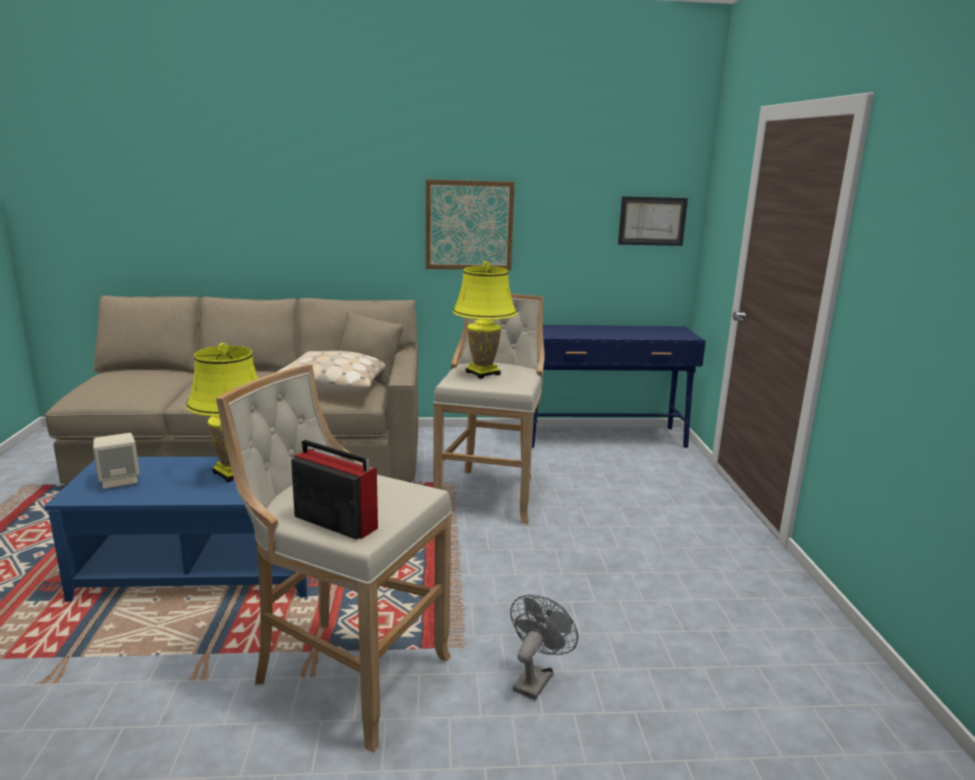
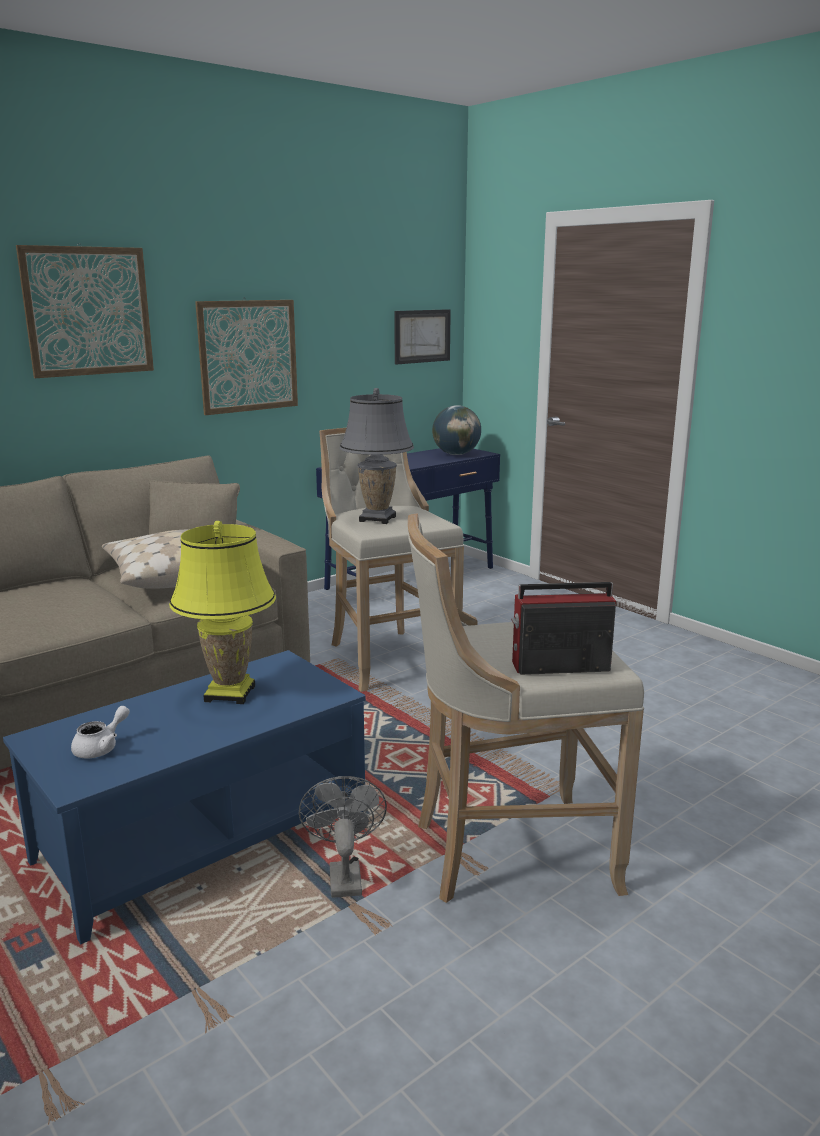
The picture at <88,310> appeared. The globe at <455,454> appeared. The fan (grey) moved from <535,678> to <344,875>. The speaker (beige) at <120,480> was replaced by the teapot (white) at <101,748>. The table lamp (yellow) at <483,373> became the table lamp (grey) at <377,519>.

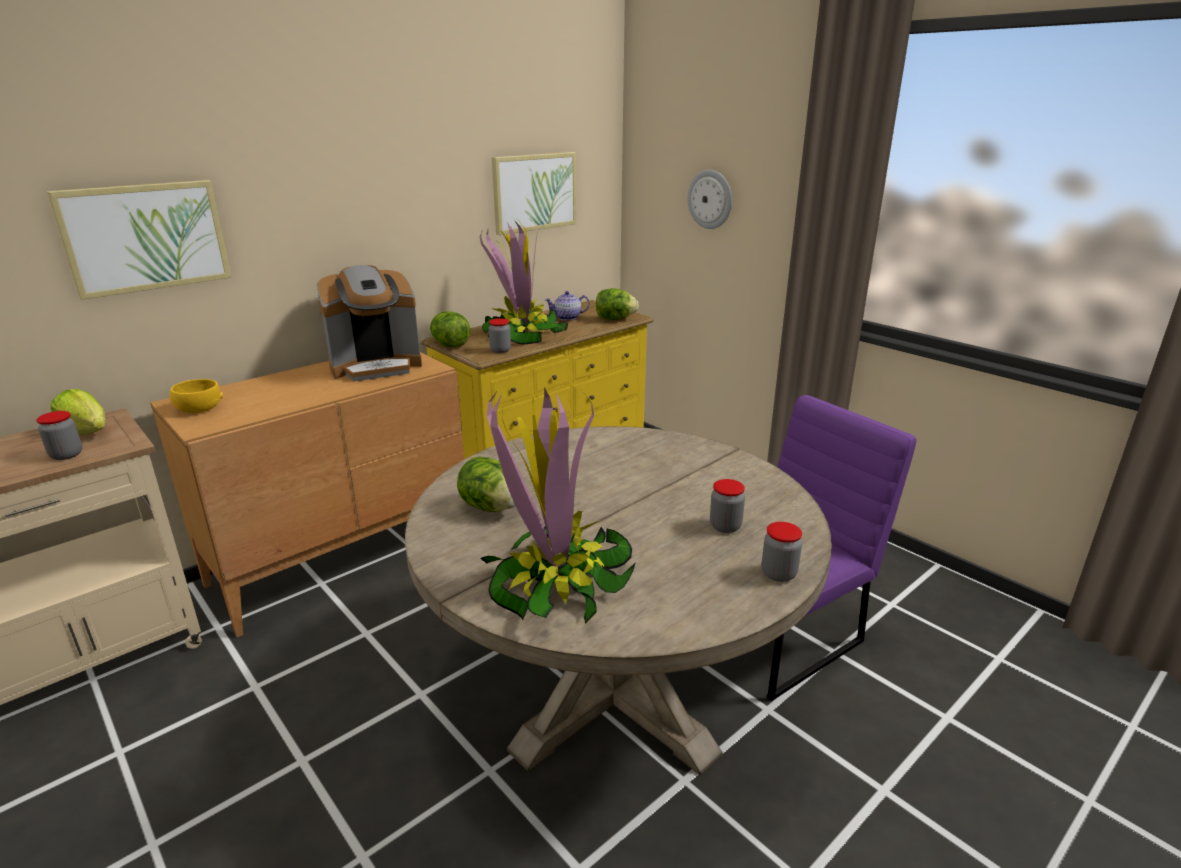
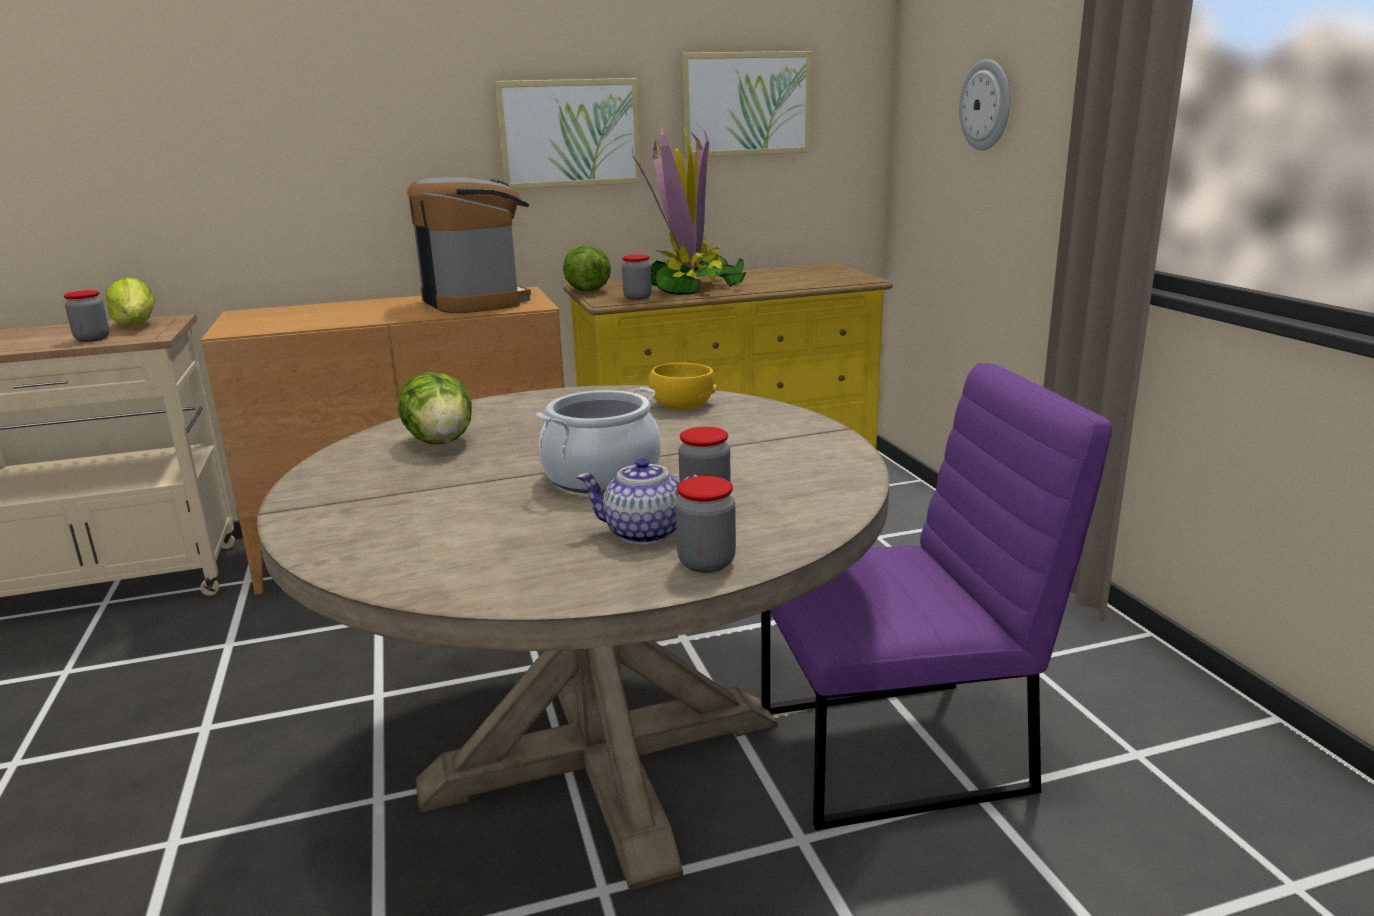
The potted plant at <556,581> disappeared. The lettuce at <615,319> disappeared. The cooking pot at <601,476> appeared. The picture moved from <145,237> to <569,133>. The bowl (yellow) moved from <199,409> to <682,405>. The teapot moved from <567,318> to <646,533>. The coffee machine at <376,366> turned 120 degrees counterclockwise.

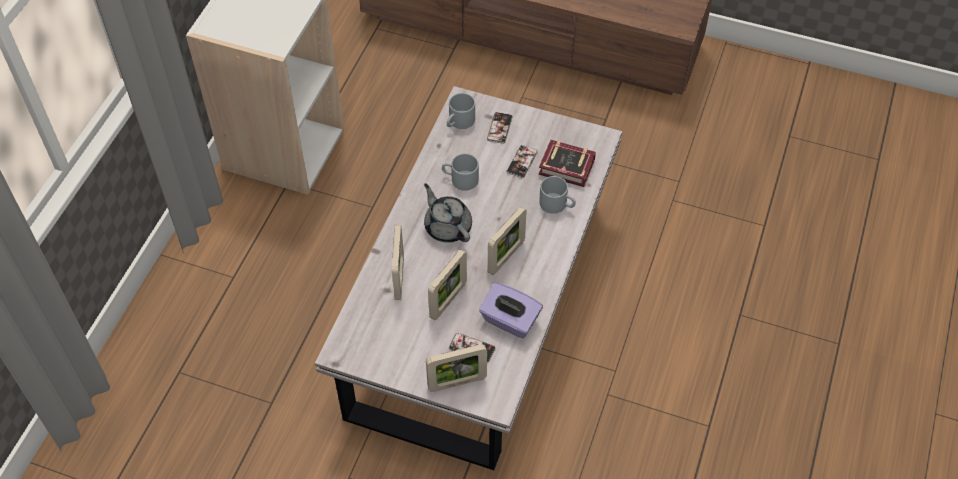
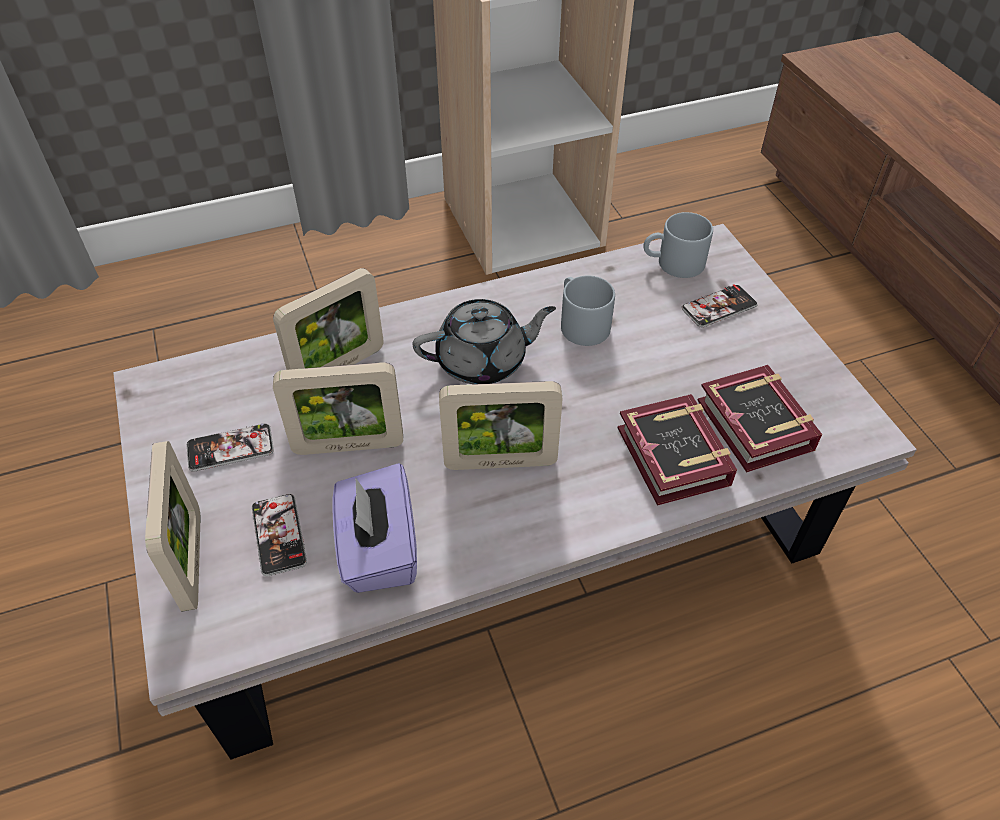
The phone moved from <522,162> to <230,448>. The mug (grey) at <557,204> was replaced by the book at <672,461>. The teapot (grey) at <447,226> turned 60 degrees clockwise. The picture frame at <457,383> turned 135 degrees counterclockwise.

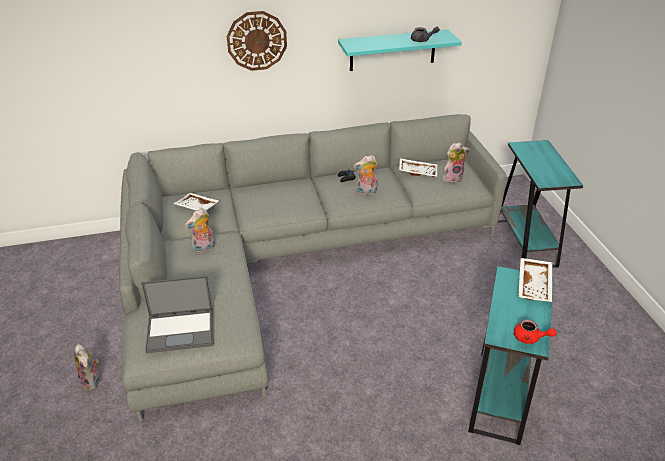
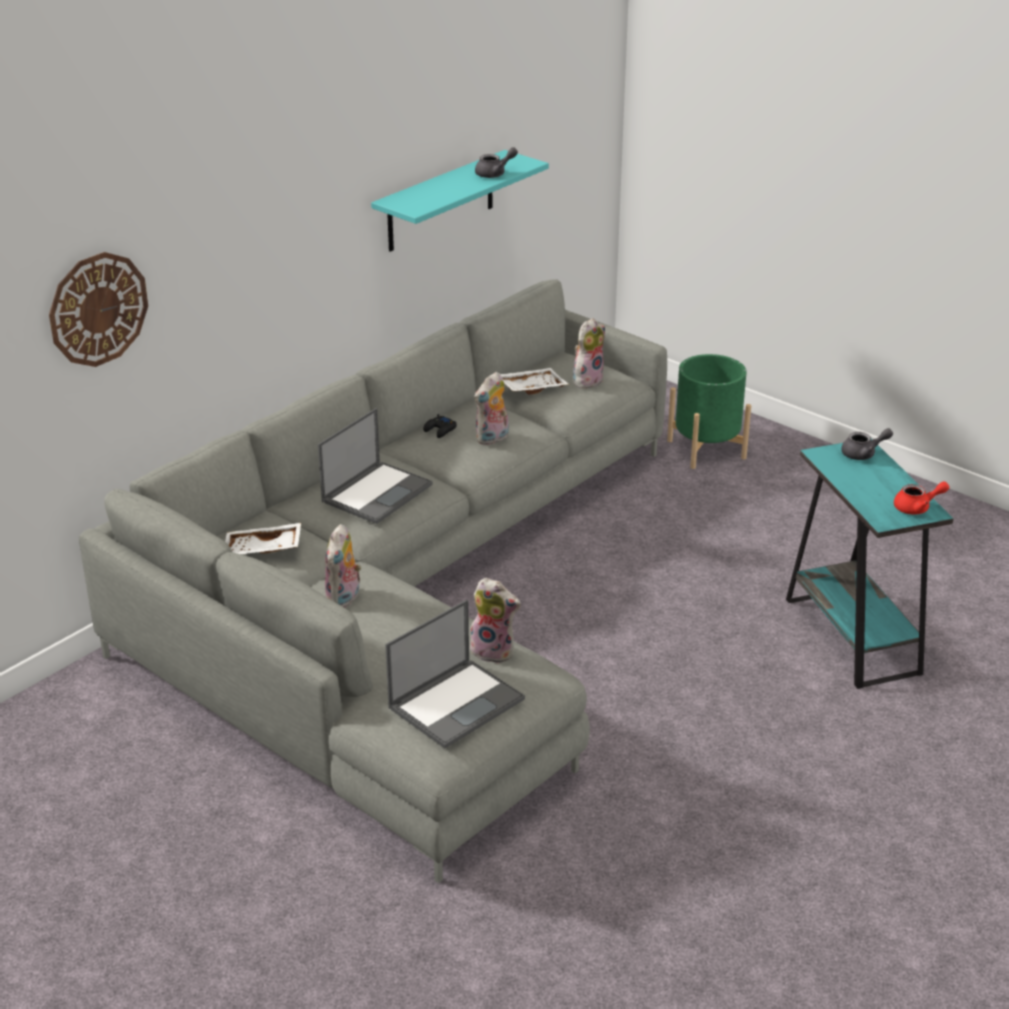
The laptop at <377,492> appeared. The plush toy moved from <92,382> to <494,651>. The wall clock moved from <257,41> to <98,309>. The side table (turquoise) at <525,243> was replaced by the planter (green) at <706,449>. The tray (white) at <535,285> was replaced by the teapot (grey) at <863,454>.

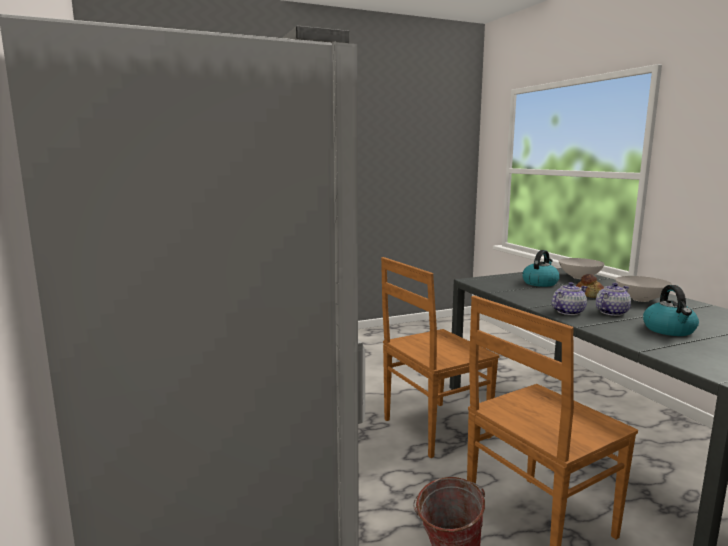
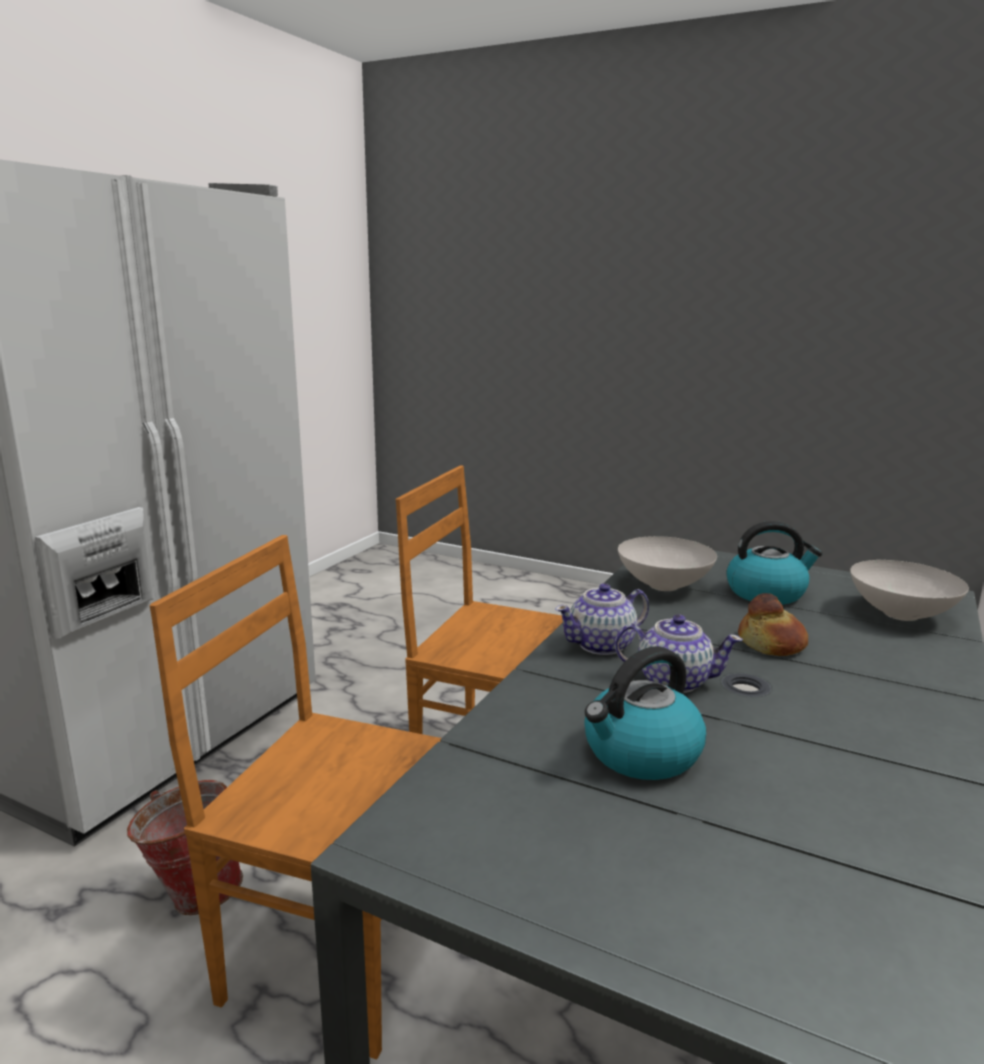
The bowl (white) moved from <640,300> to <662,586>. The teapot at <567,312> turned 135 degrees clockwise.

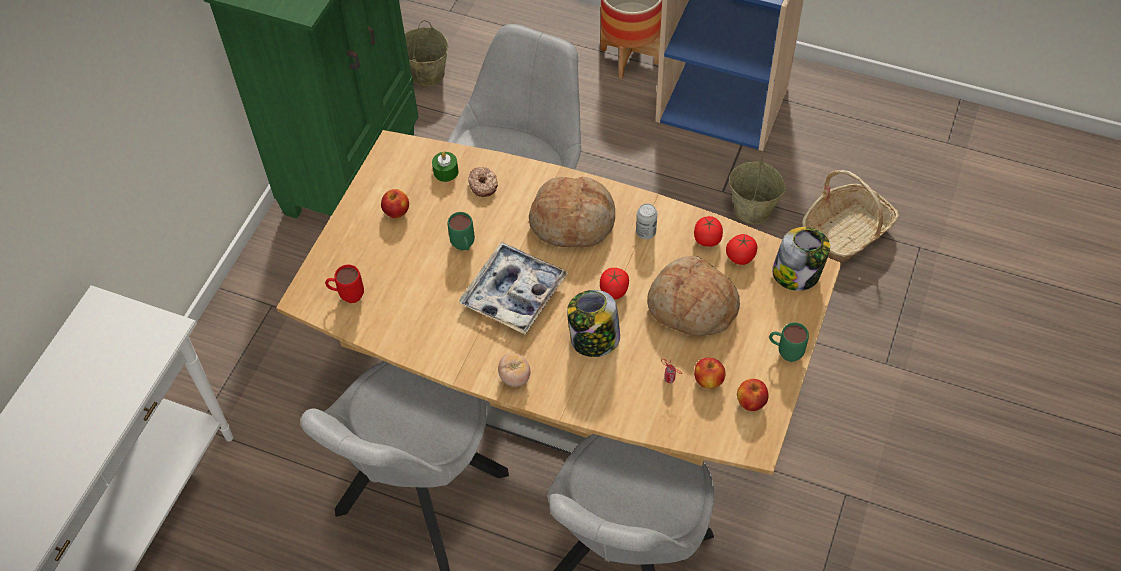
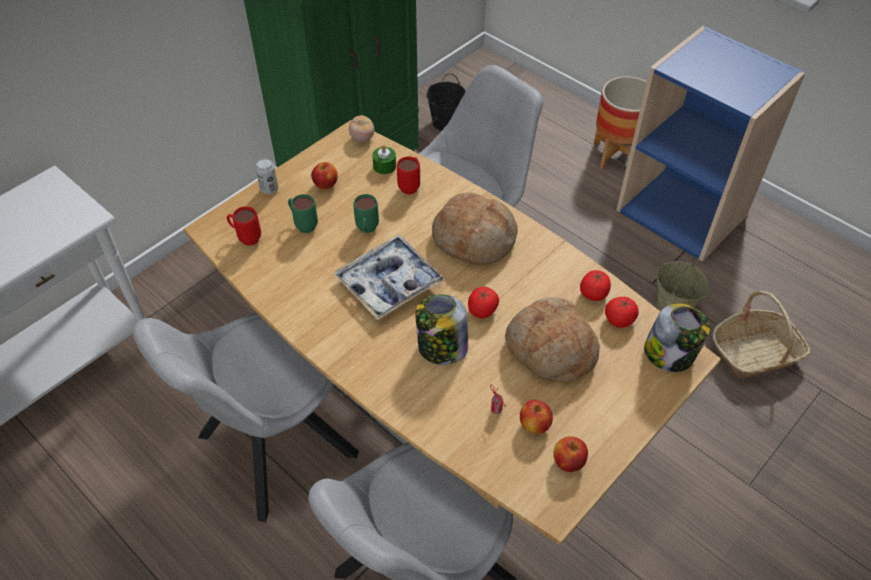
The tomato moved from <515,377> to <362,138>. The can moved from <646,232> to <269,189>. The mug (green) moved from <785,352> to <303,225>. The donut at <483,185> was replaced by the mug (red) at <411,186>. The bucket (beige) at <427,73> became the bucket (black) at <446,122>.

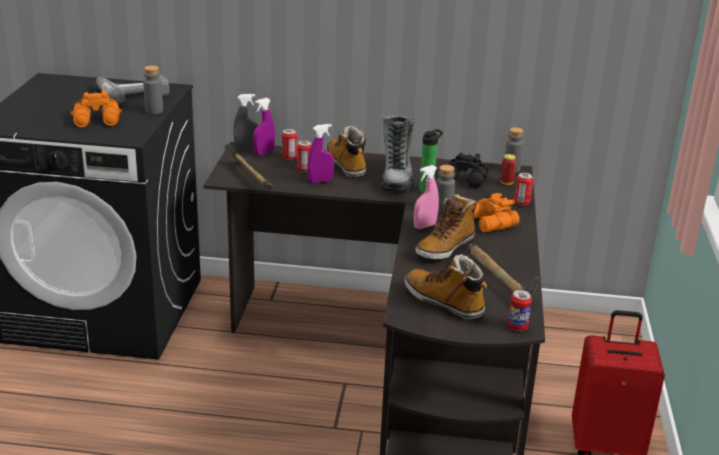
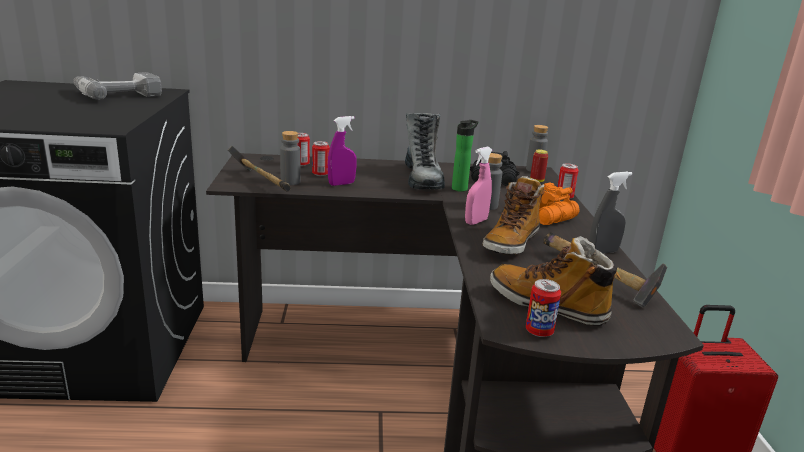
The binoculars (orange) at <98,120> disappeared. The spray bottle (purple) at <264,153> disappeared. The boot at <346,165> disappeared. The bottle (grey) moved from <154,111> to <290,182>. The spray bottle (grey) moved from <246,148> to <603,252>. The can moved from <517,327> to <539,331>.

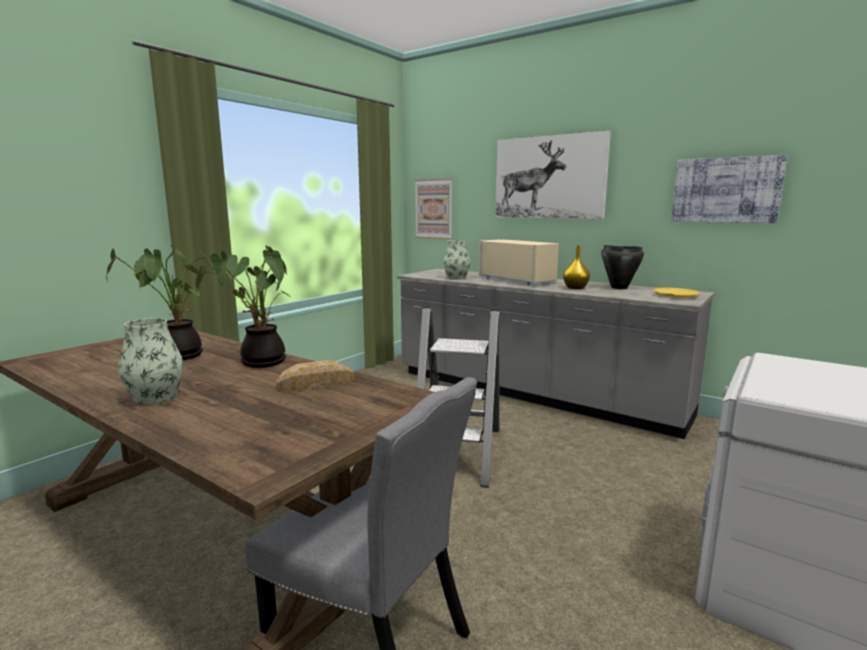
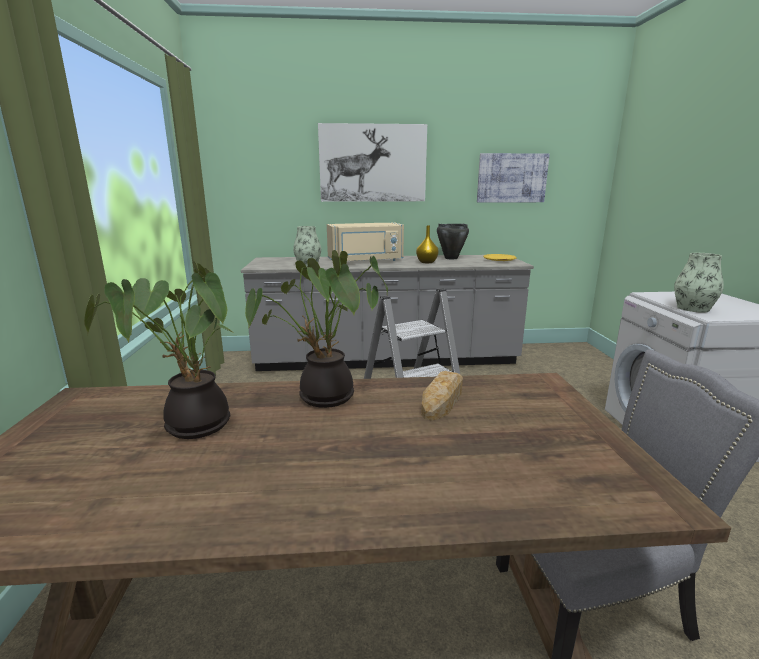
The picture at <434,209> disappeared. The vase moved from <155,397> to <693,308>. The microwave (beige) at <518,280> turned 150 degrees clockwise.

